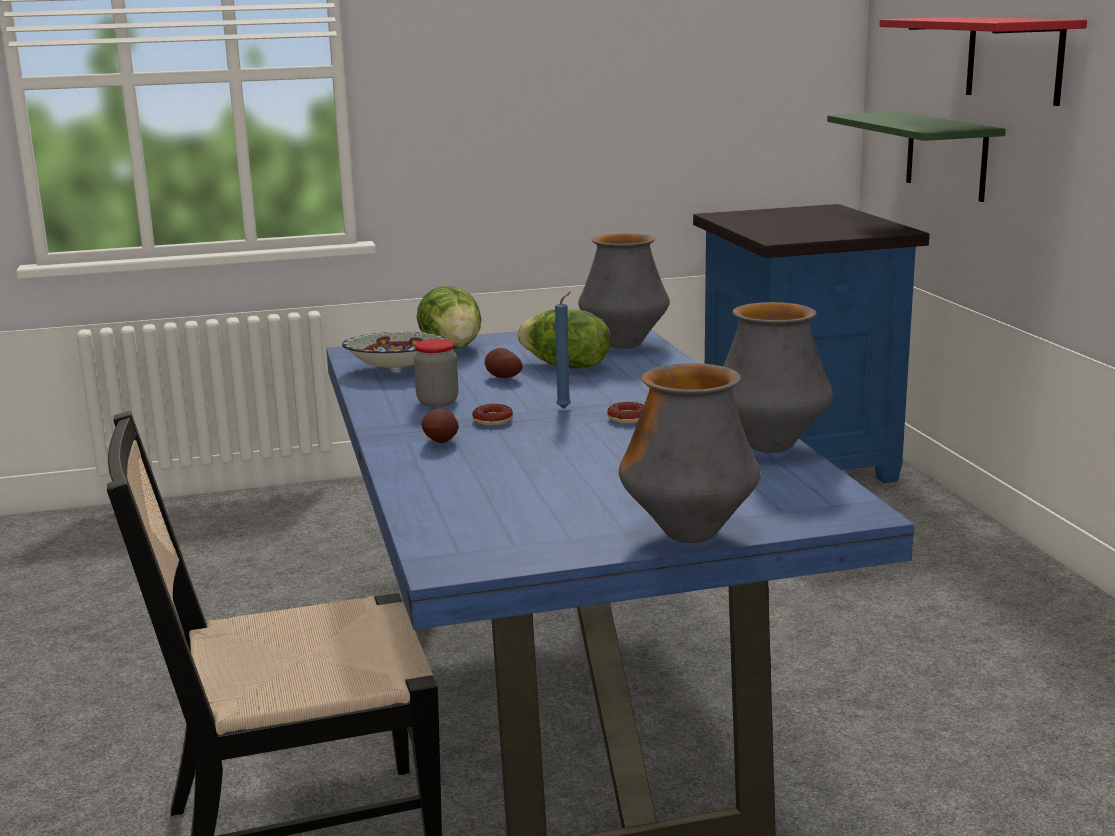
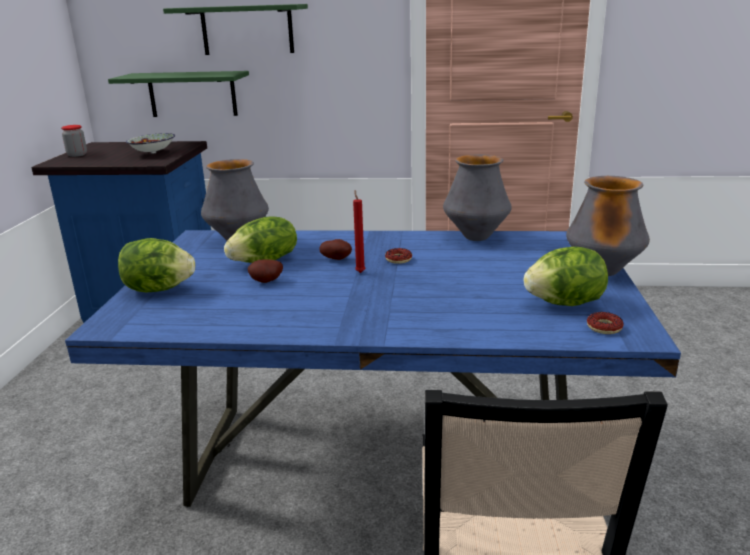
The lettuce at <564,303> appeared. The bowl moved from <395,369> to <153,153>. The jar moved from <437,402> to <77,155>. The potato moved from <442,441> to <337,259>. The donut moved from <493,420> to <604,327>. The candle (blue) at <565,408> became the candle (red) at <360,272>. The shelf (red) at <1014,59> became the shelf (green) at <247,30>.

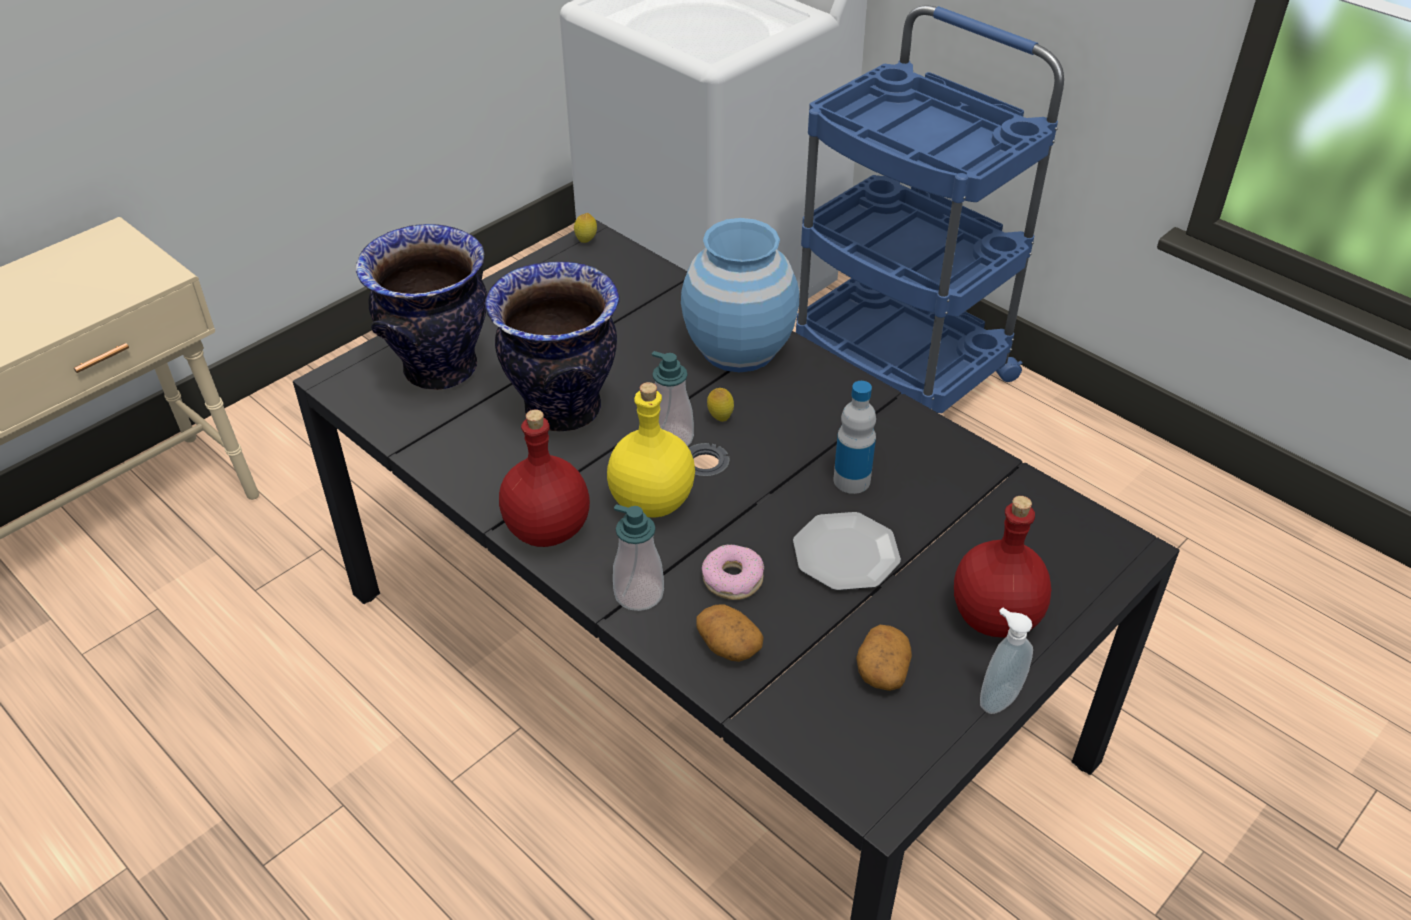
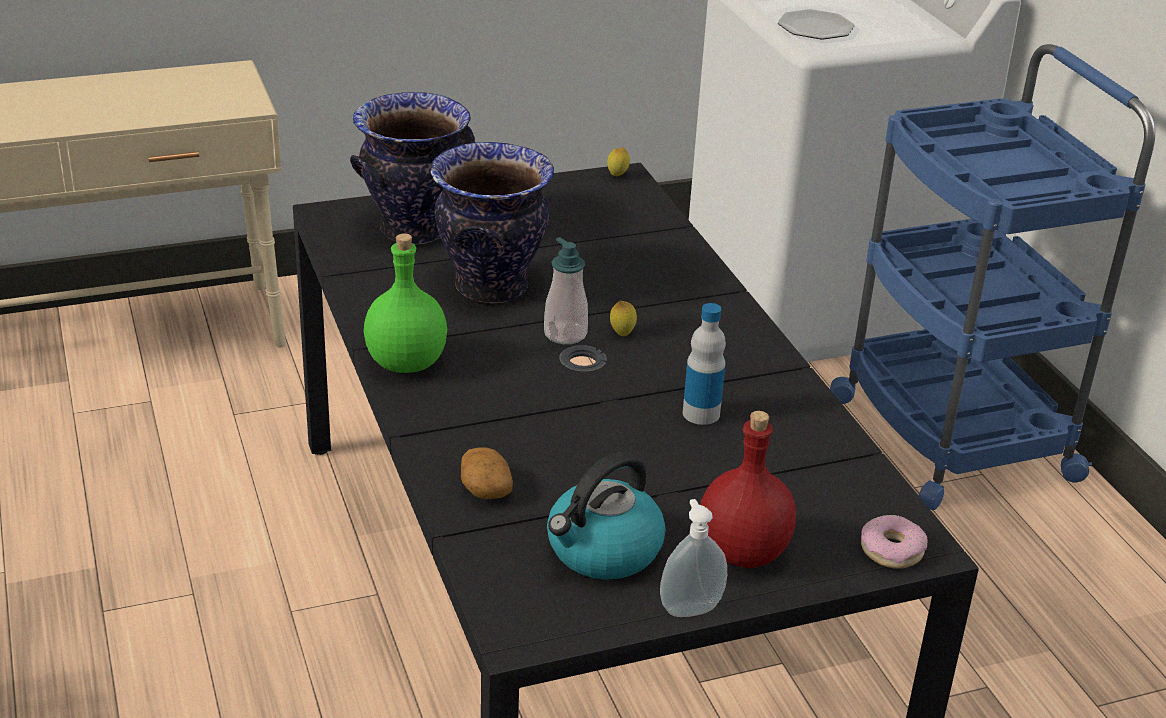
The bottle (yellow) at <653,502> disappeared. The soap dispenser at <639,593> disappeared. The vase (blue) at <738,349> disappeared. The donut moved from <733,579> to <892,550>. The plate moved from <844,554> to <814,28>. The potato at <882,669> was replaced by the kettle at <603,551>. The bottle (red) at <549,529> became the bottle (green) at <407,363>.

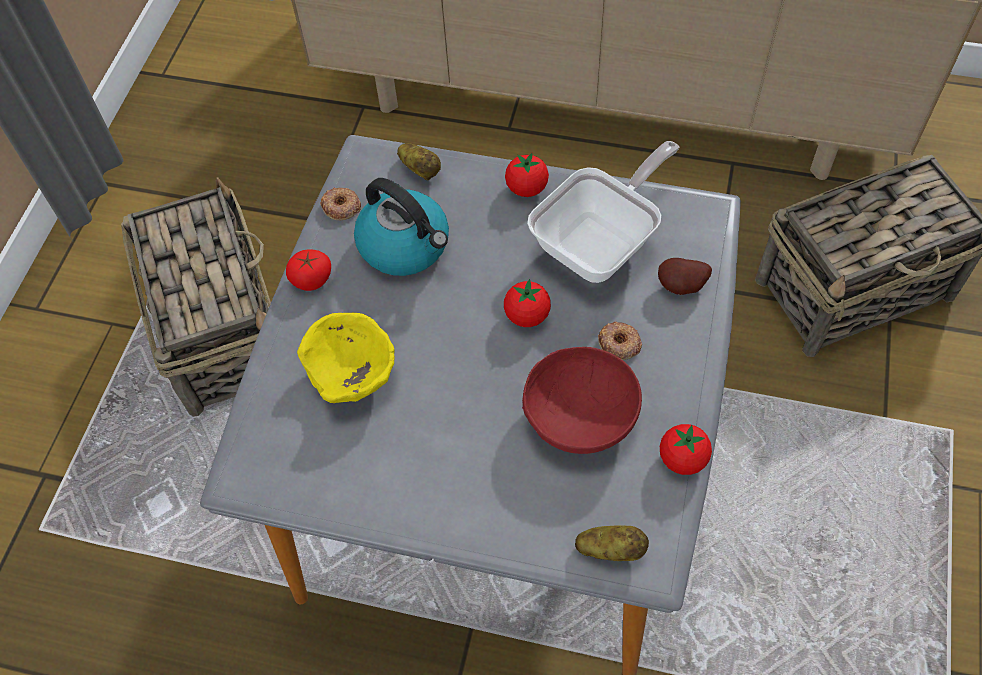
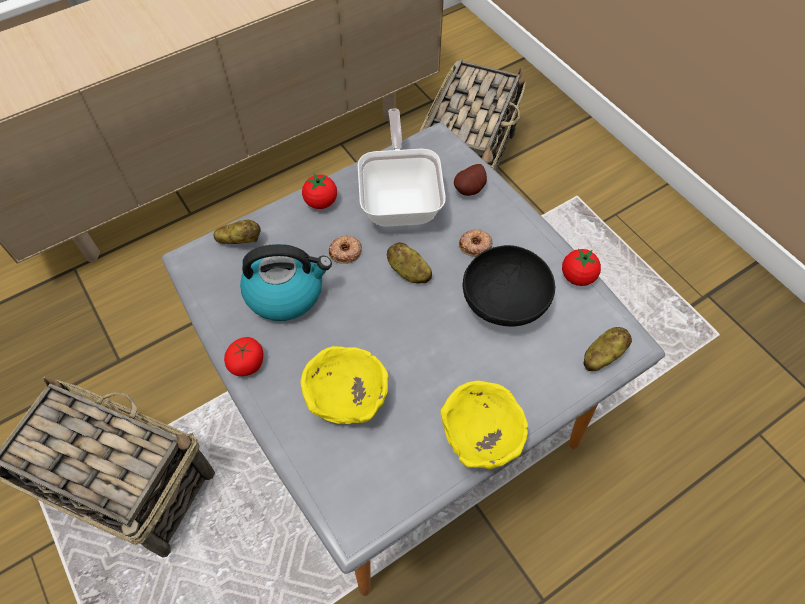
The bowl (yellow) at <482,437> appeared. The donut moved from <341,207> to <345,252>. The tomato at <527,315> was replaced by the potato at <408,272>. The bowl (red) at <579,419> became the bowl (black) at <504,302>.

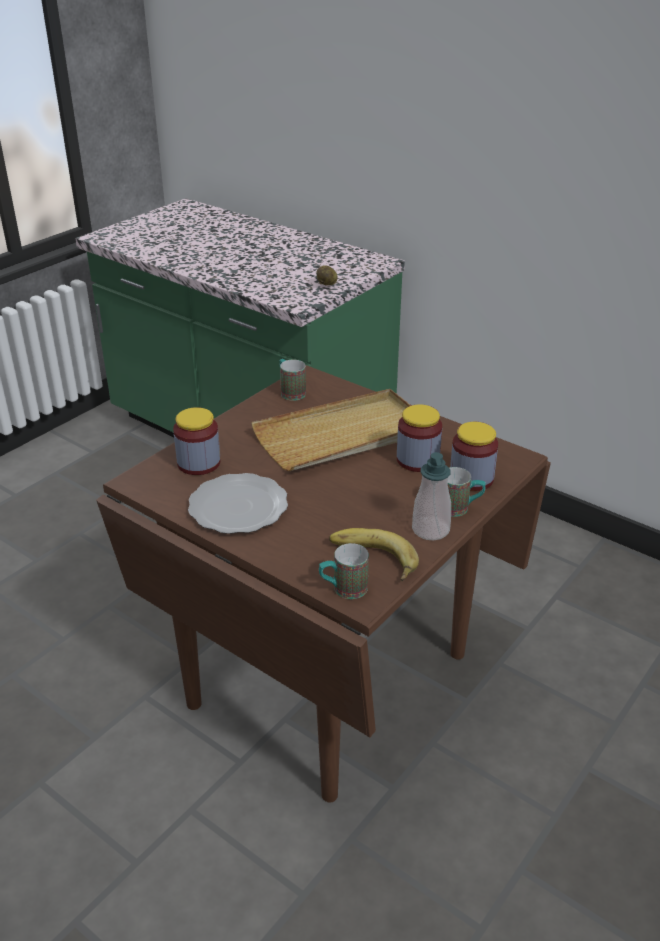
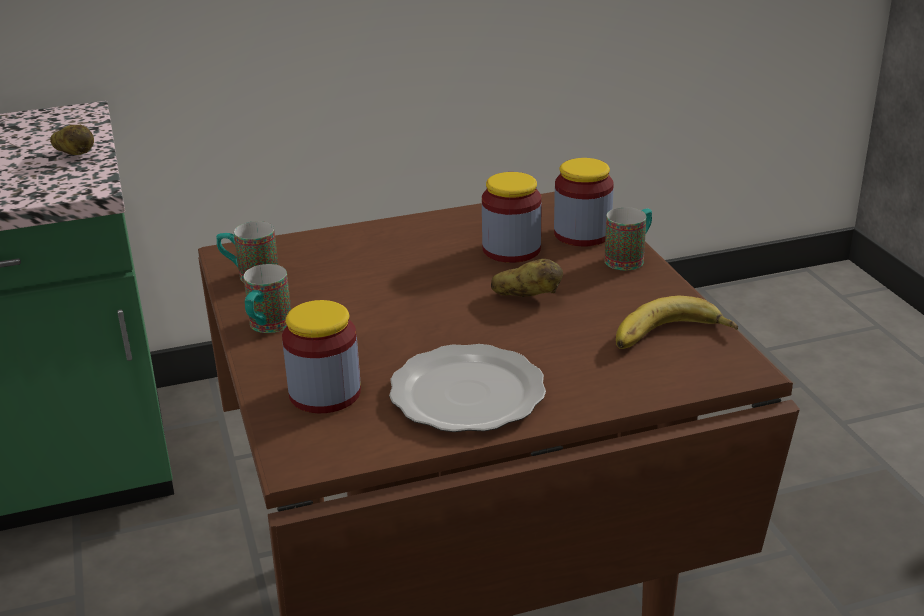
The tray (beige) at <343,435> disappeared. The soap dispenser at <430,530> disappeared. The potato at <527,296> appeared. The mug moved from <343,589> to <266,327>.

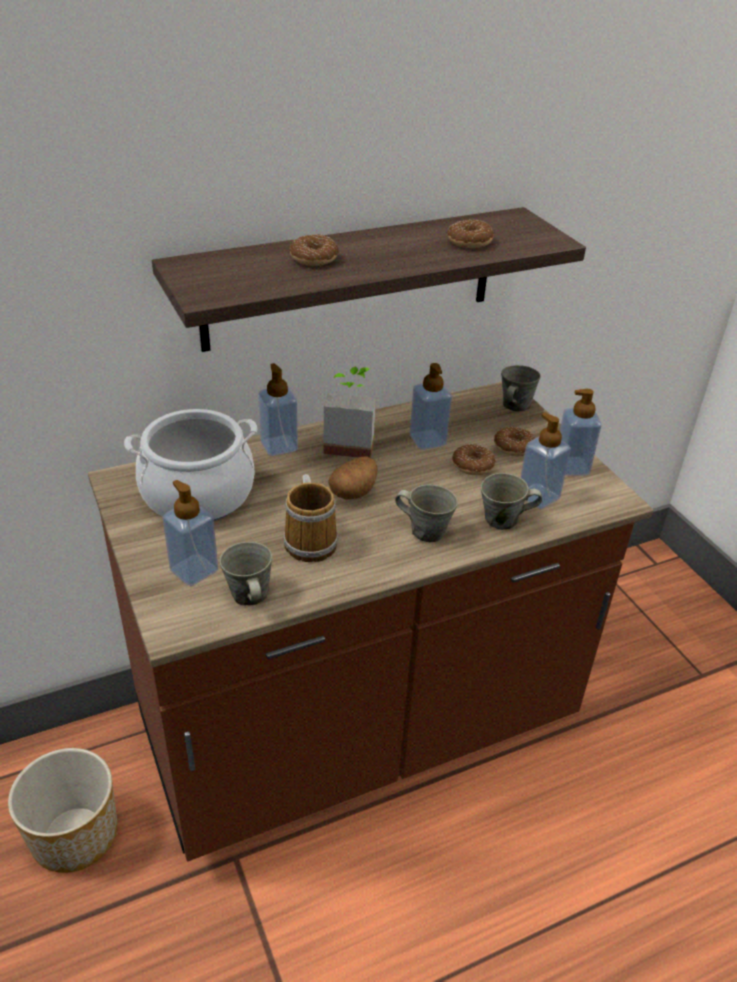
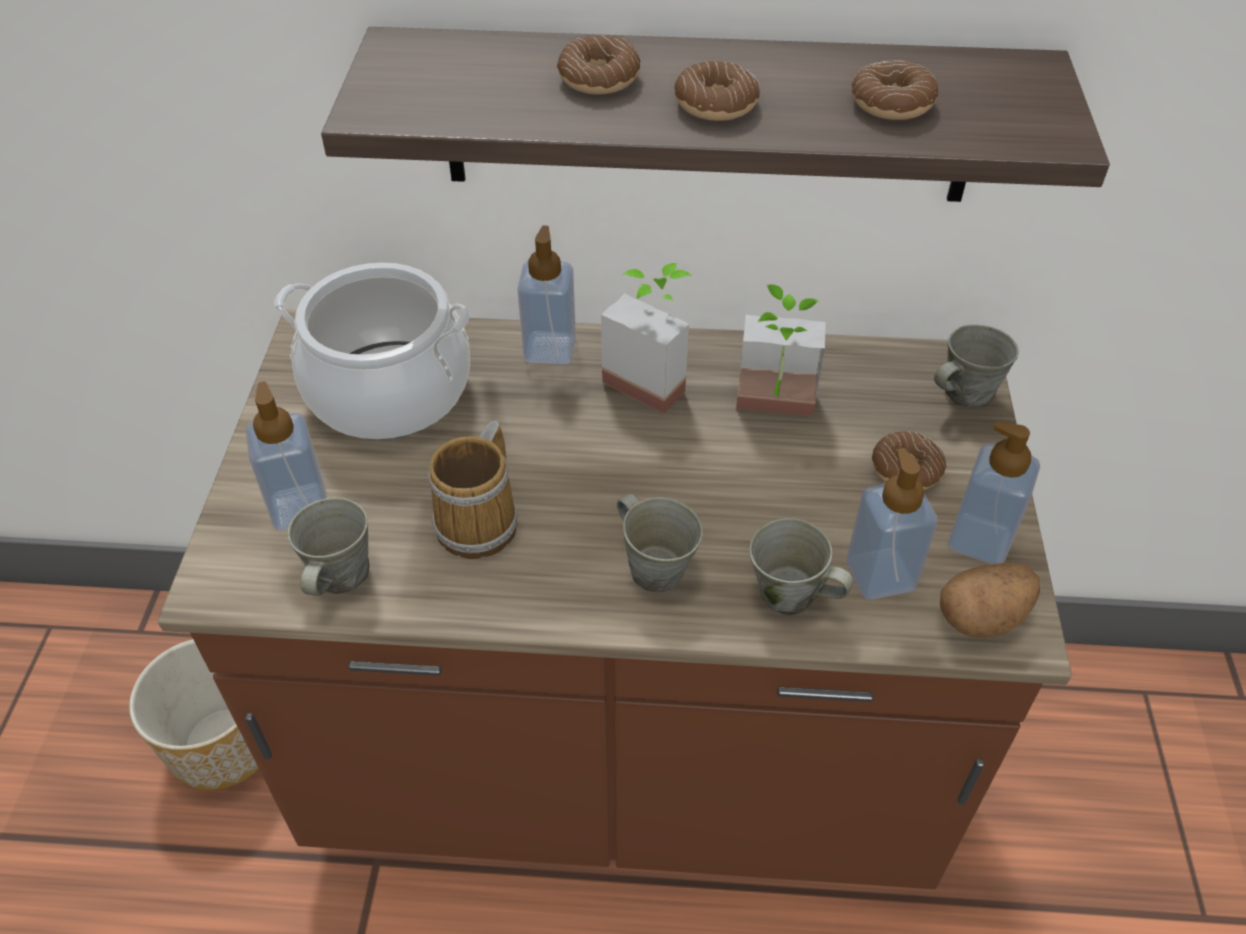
The potato moved from <353,492> to <982,617>. The donut moved from <473,465> to <716,104>. The soap dispenser at <427,440> was replaced by the potted plant at <774,410>.

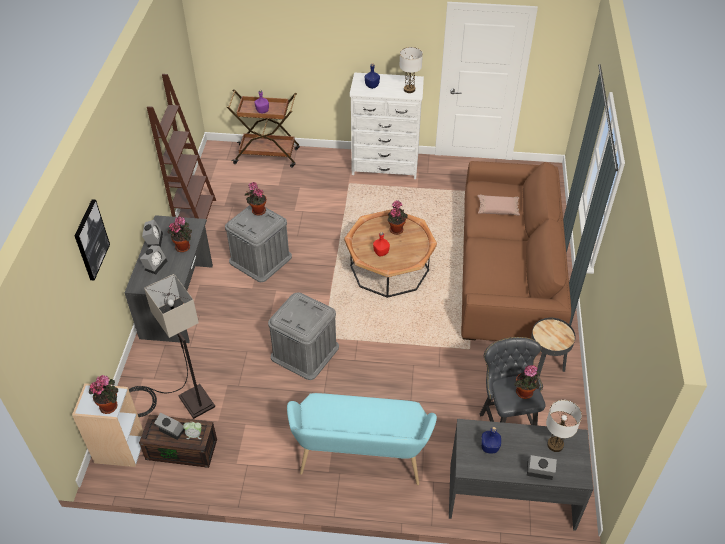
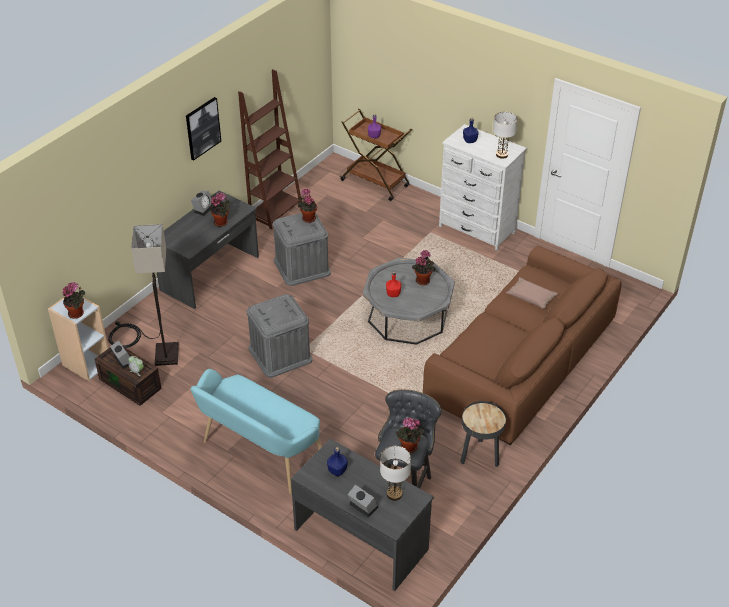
The alarm clock at <155,264> disappeared. The picture moved from <91,240> to <202,128>. The coffee table (brown) at <389,268> became the coffee table (grey) at <407,317>.

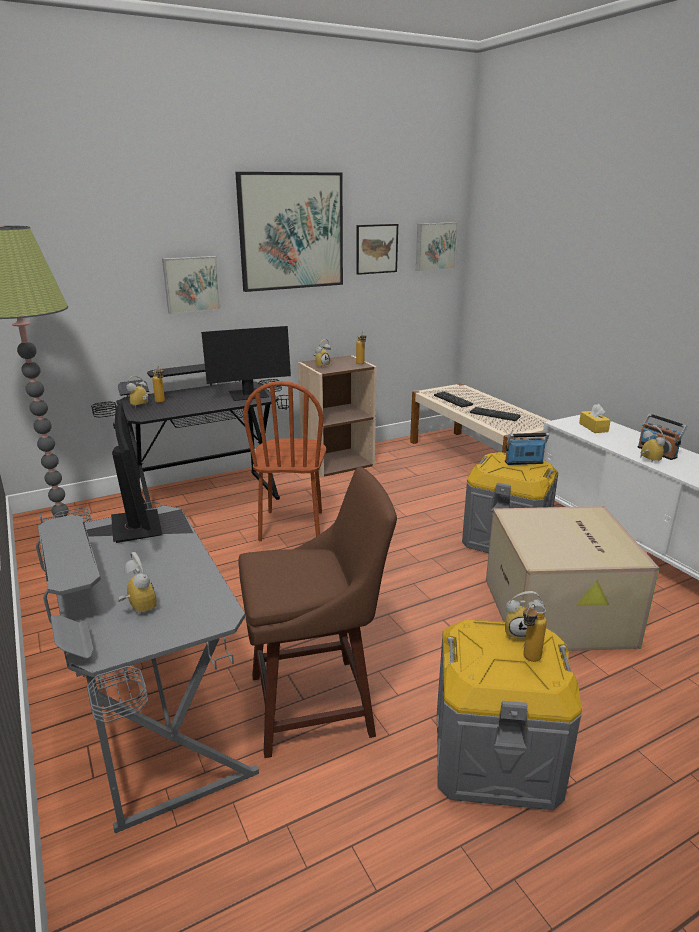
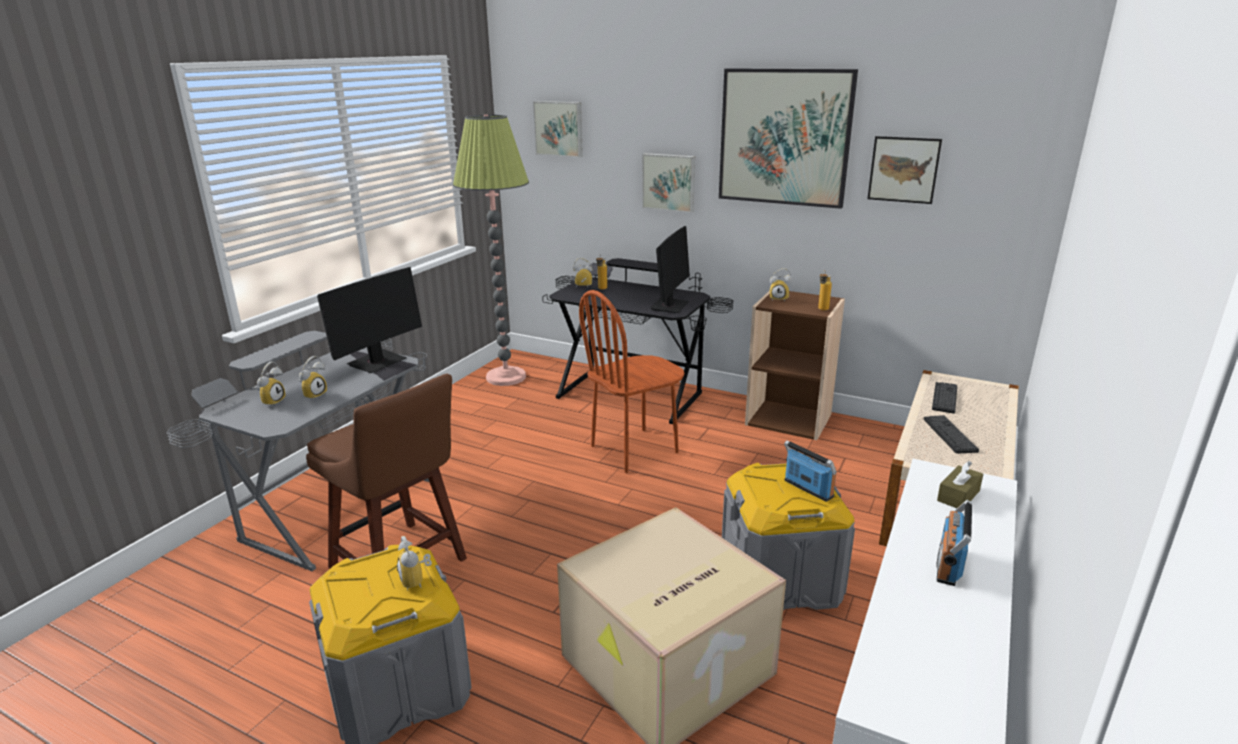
The bottle at <528,660> disappeared. The picture moved from <435,246> to <559,128>. The alarm clock moved from <647,460> to <314,395>. The tissue box (yellow) at <593,427> became the tissue box (brown) at <958,496>. The monitor at <248,395> turned 105 degrees counterclockwise.

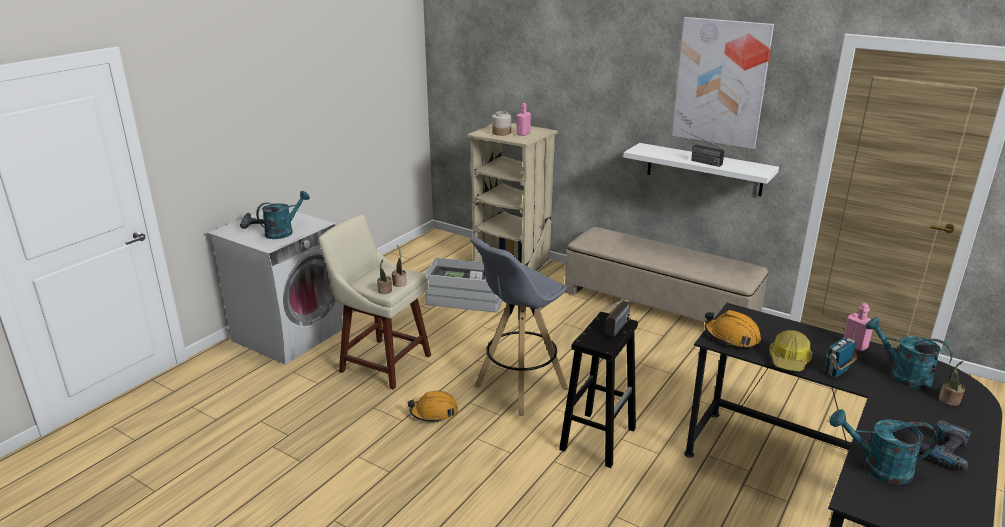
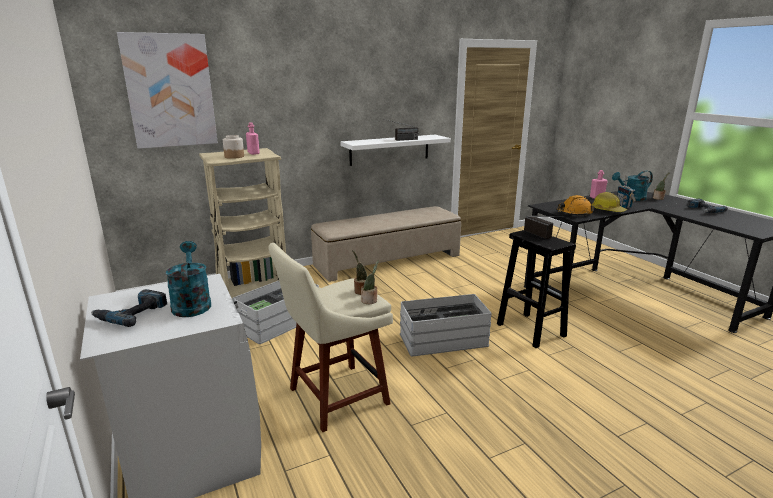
The hard hat (orange) at <434,413> disappeared. The watering can (turquoise) at <878,468> disappeared. The picture moved from <720,82> to <170,91>. The stool (grey) at <518,388> was replaced by the storage box (grey) at <443,340>.

